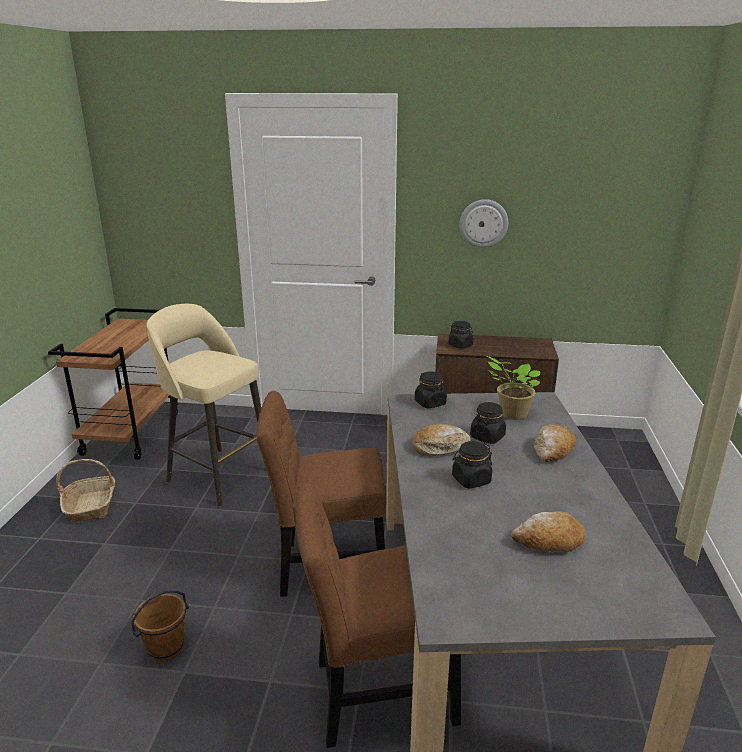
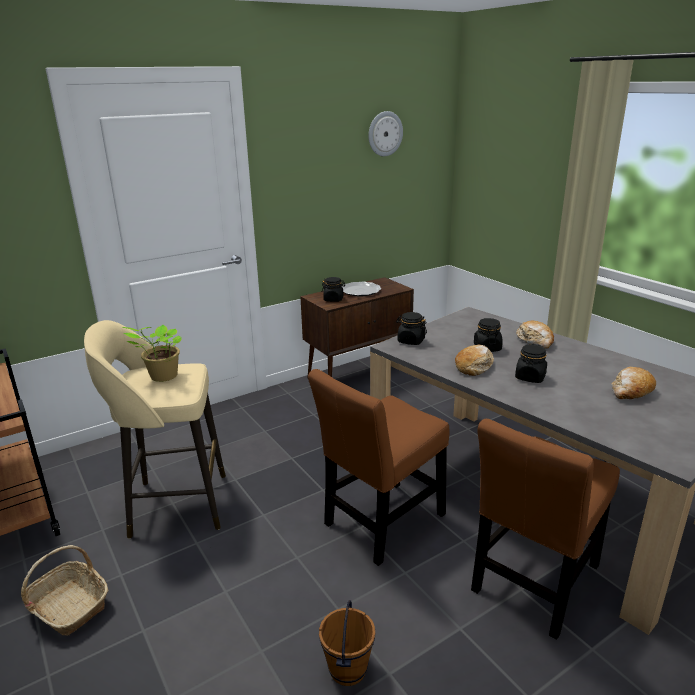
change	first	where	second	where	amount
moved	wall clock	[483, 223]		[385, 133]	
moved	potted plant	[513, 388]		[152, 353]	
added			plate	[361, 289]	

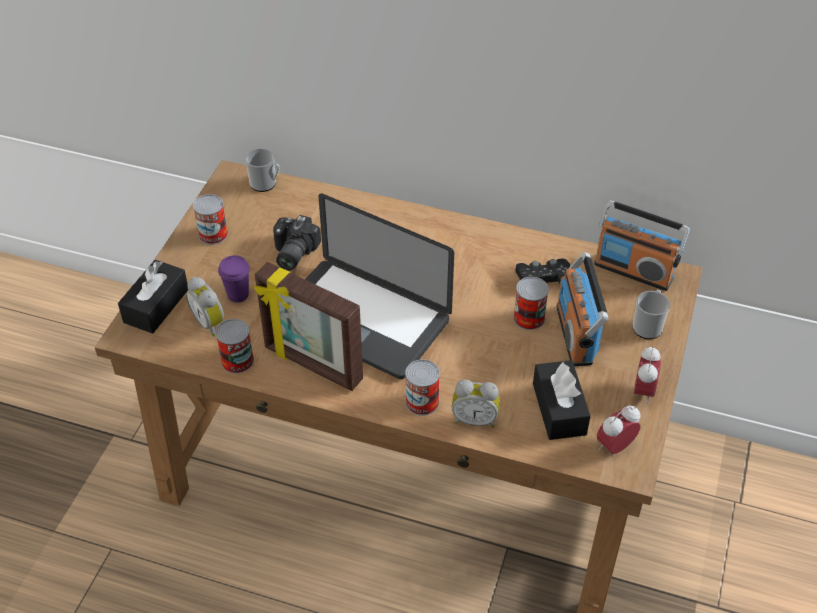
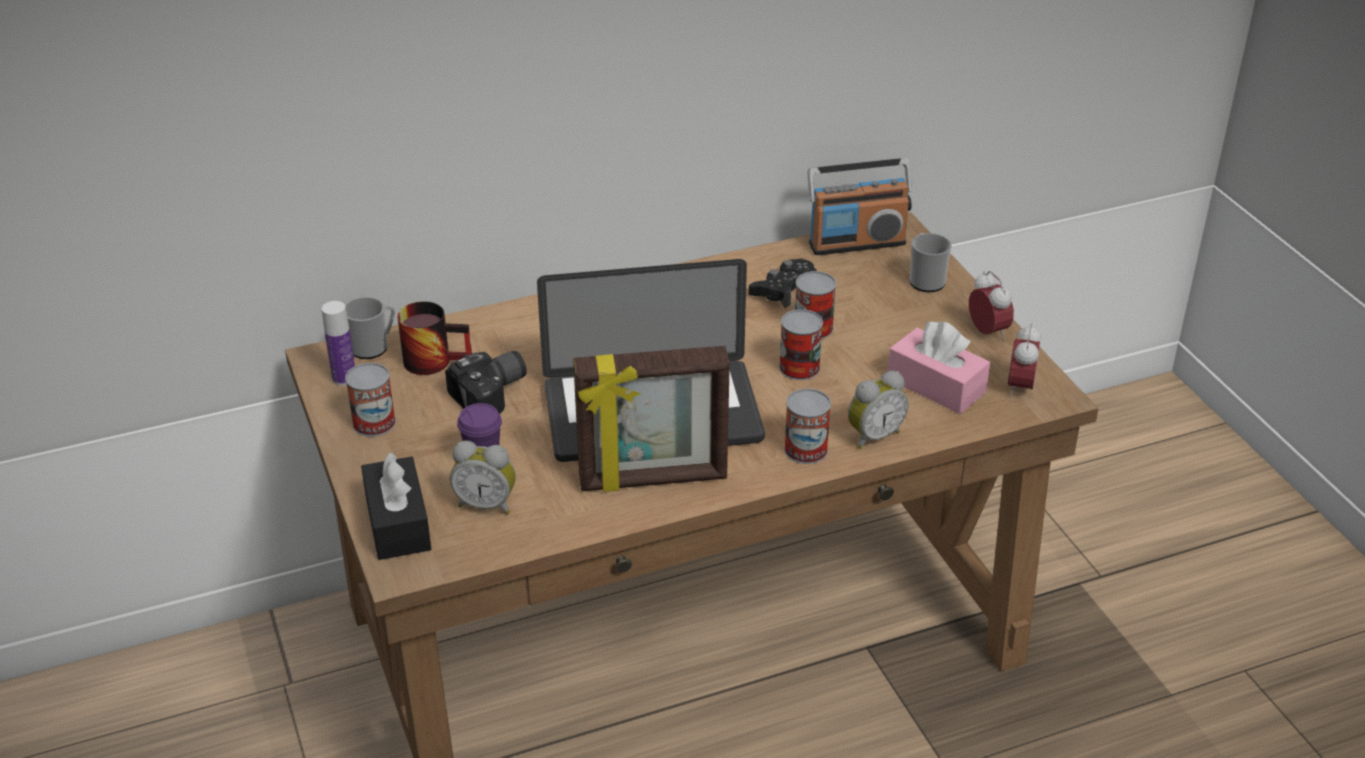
change	first	where	second	where	amount
turned	photo camera	[297, 243]		[486, 382]	105 degrees counterclockwise
removed	radio	[582, 309]			
moved	can	[235, 346]		[801, 344]	
recoloured	black tissue box	[562, 400]	pink tissue box	[939, 367]	
added			bottle	[338, 343]	
added			mug	[435, 338]	

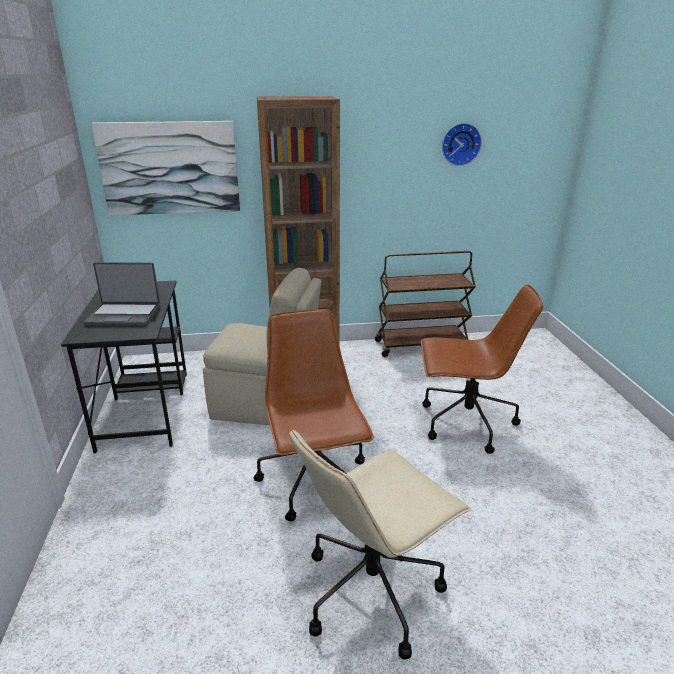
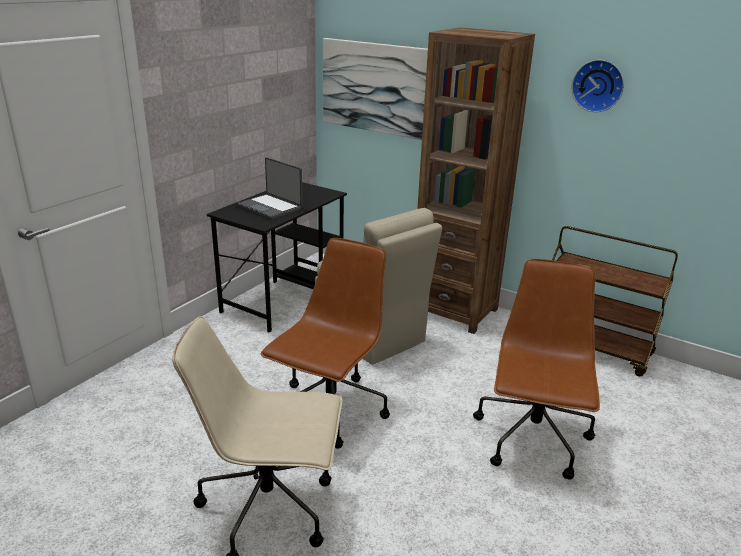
change	first	where	second	where	amount
moved	wall clock	[462, 144]		[598, 86]	
turned	brown office chair	[482, 369]		[536, 369]	120 degrees counterclockwise

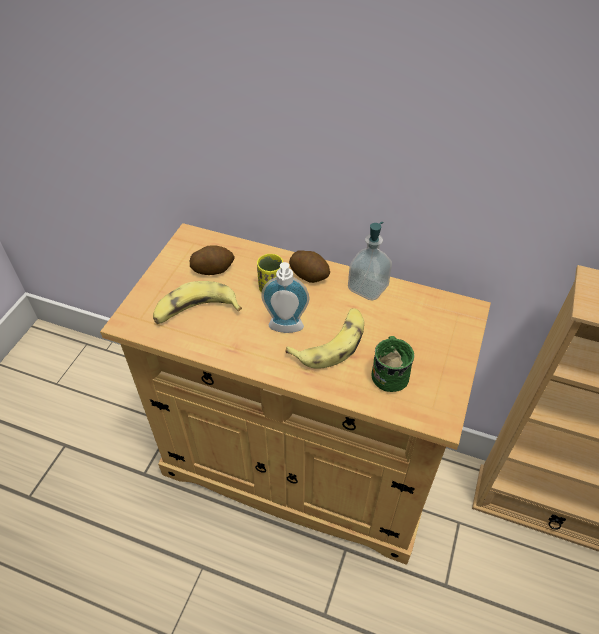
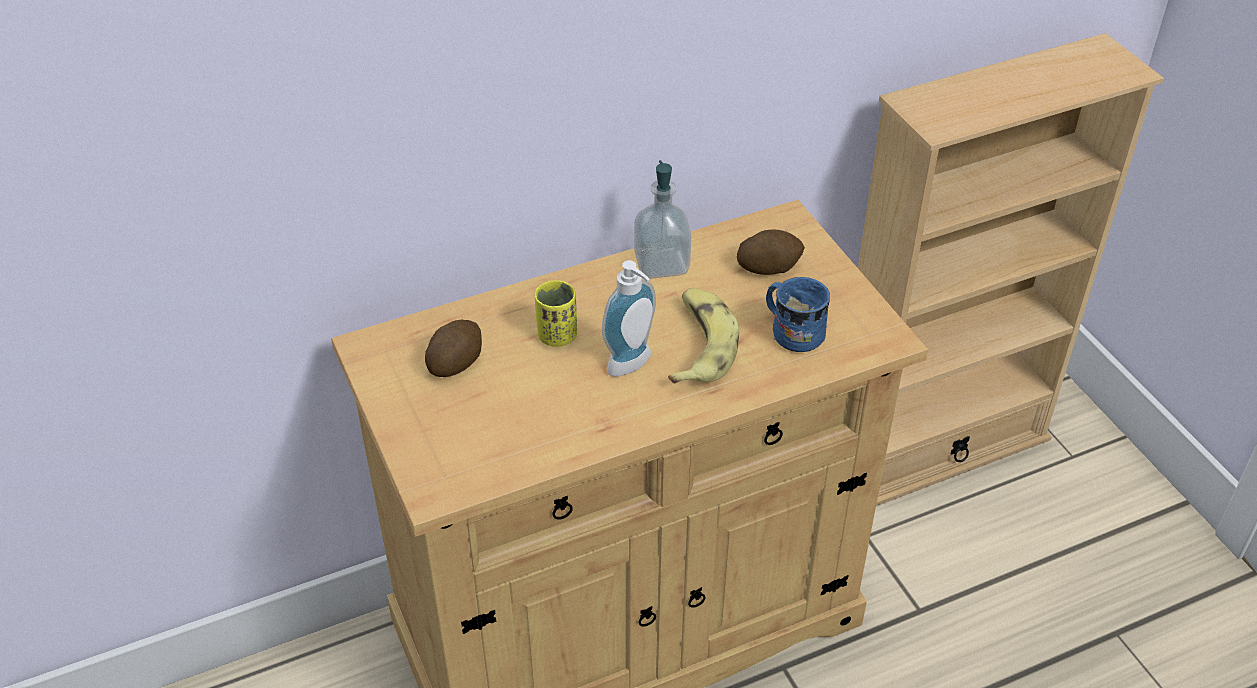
change	first	where	second	where	amount
moved	potato	[309, 266]		[771, 252]	
removed	banana	[197, 302]			
recoloured	green mug	[393, 364]	blue mug	[798, 314]	

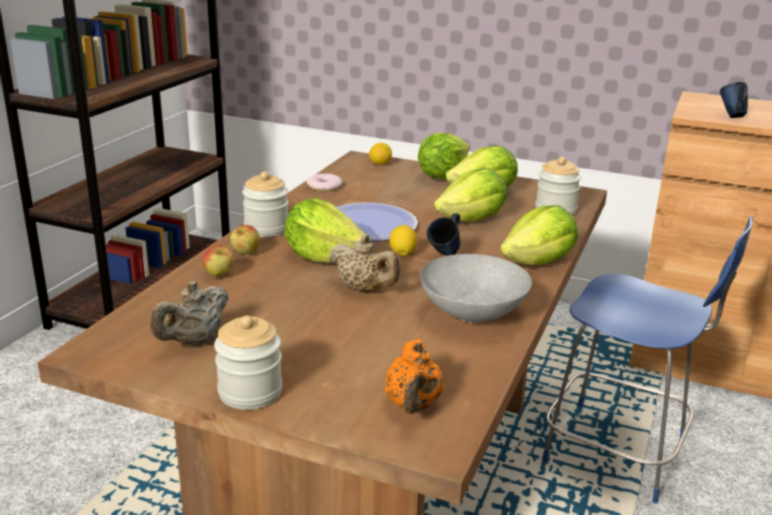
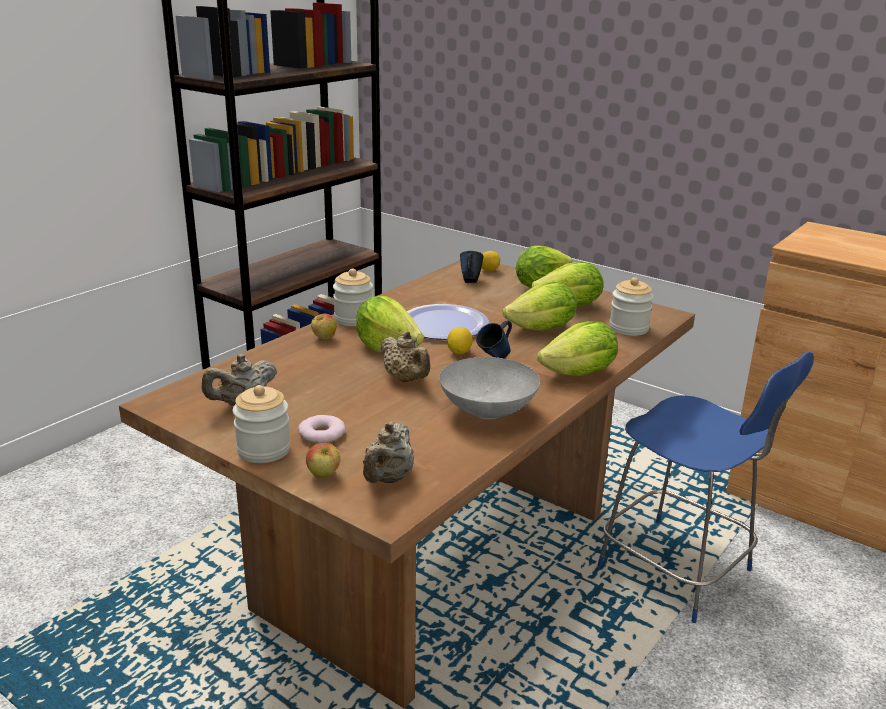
change	first	where	second	where	amount
moved	blue mug	[734, 100]		[471, 267]	
moved	donut	[324, 183]		[321, 429]	
moved	apple	[218, 261]		[323, 460]	
recoloured	orange teapot	[414, 376]	beige teapot	[388, 452]	

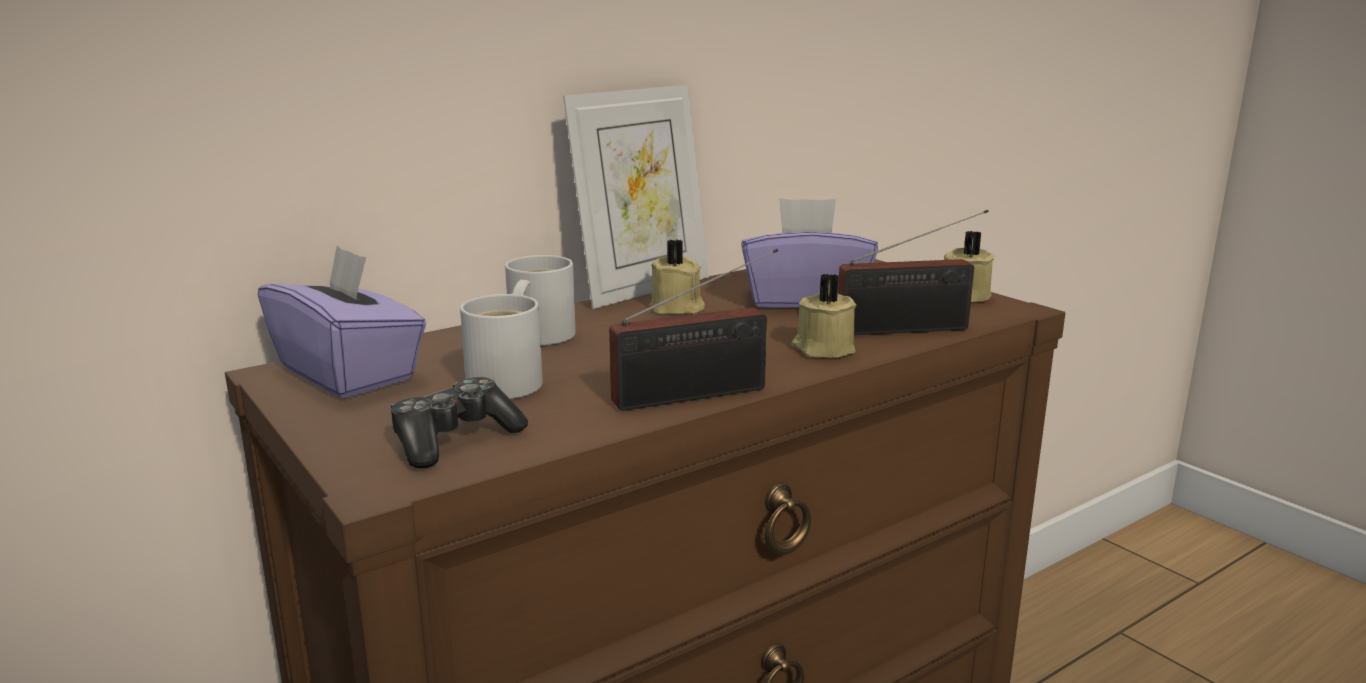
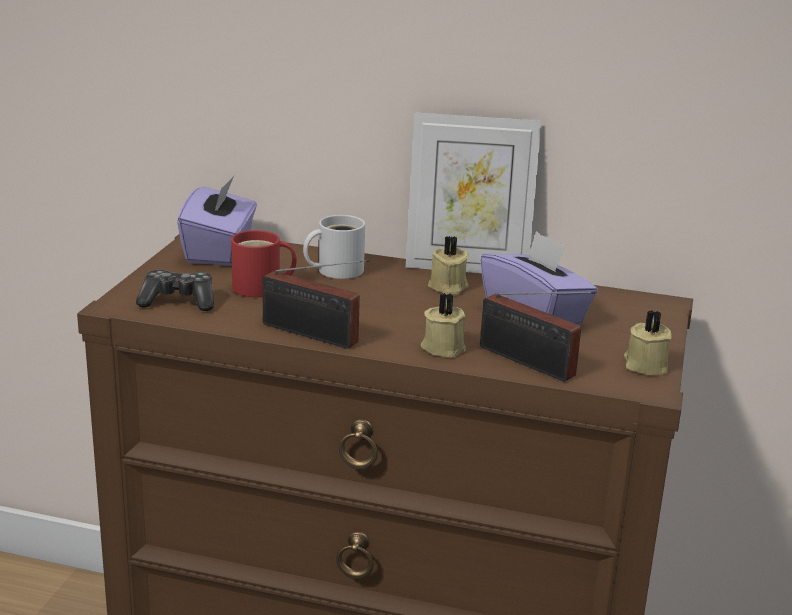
change	first	where	second	where	amount
recoloured	white mug	[501, 346]	red mug	[264, 263]	

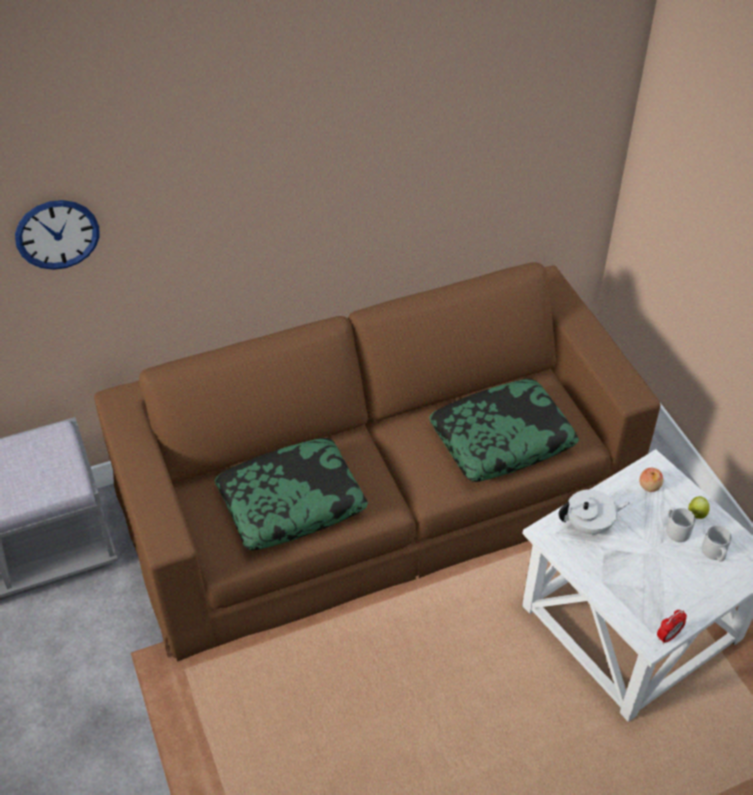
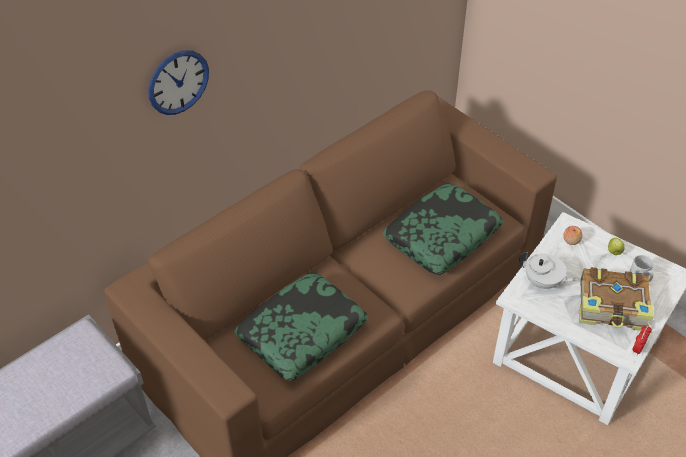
change	first	where	second	where	amount
moved	wall clock	[57, 235]		[178, 82]	
turned	white teapot	[594, 512]		[547, 270]	60 degrees clockwise
removed	grey mug	[680, 524]			
added			book	[616, 299]	

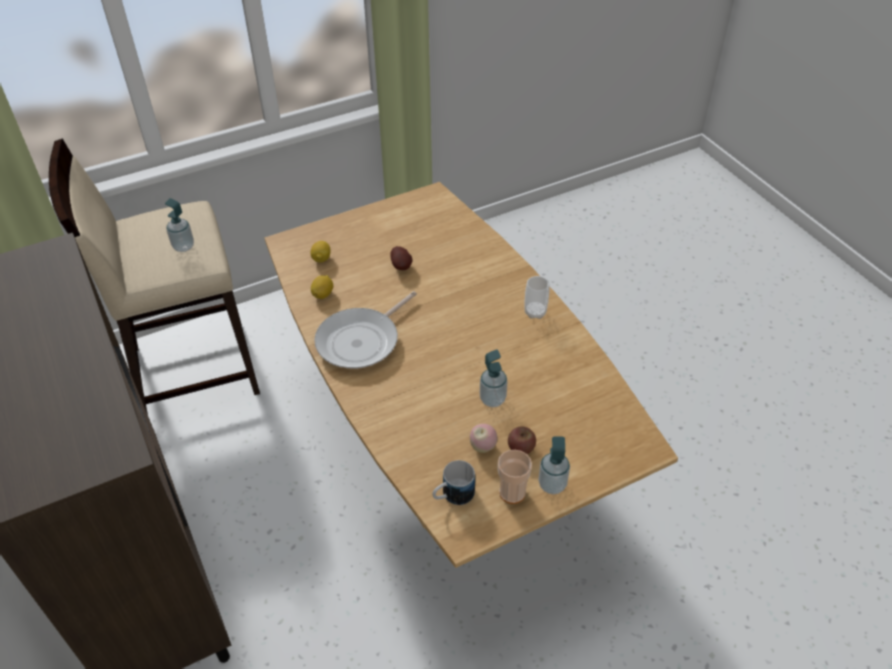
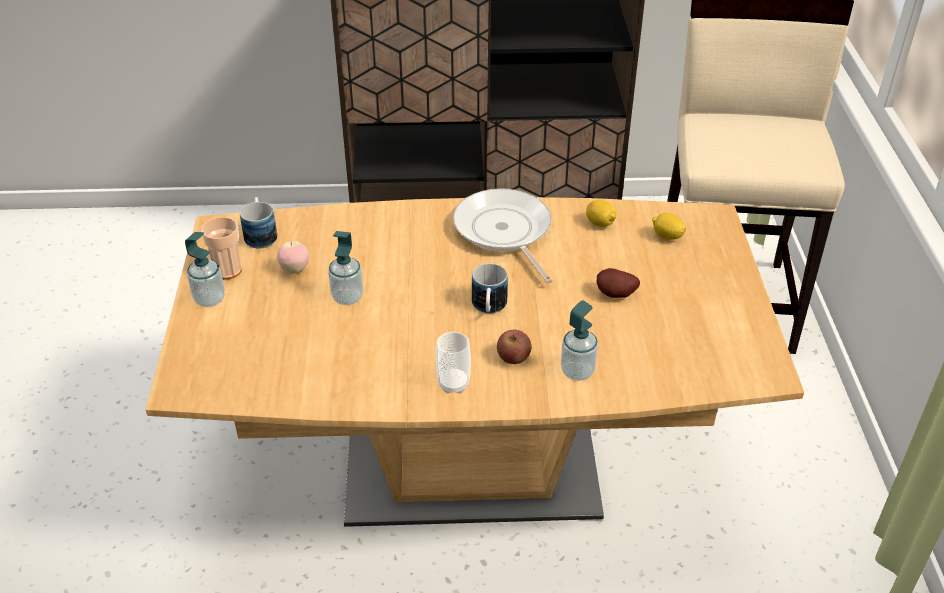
change	first	where	second	where	amount
moved	soap dispenser	[179, 225]		[579, 340]	
moved	apple	[522, 440]		[514, 347]	
added			mug	[490, 288]	

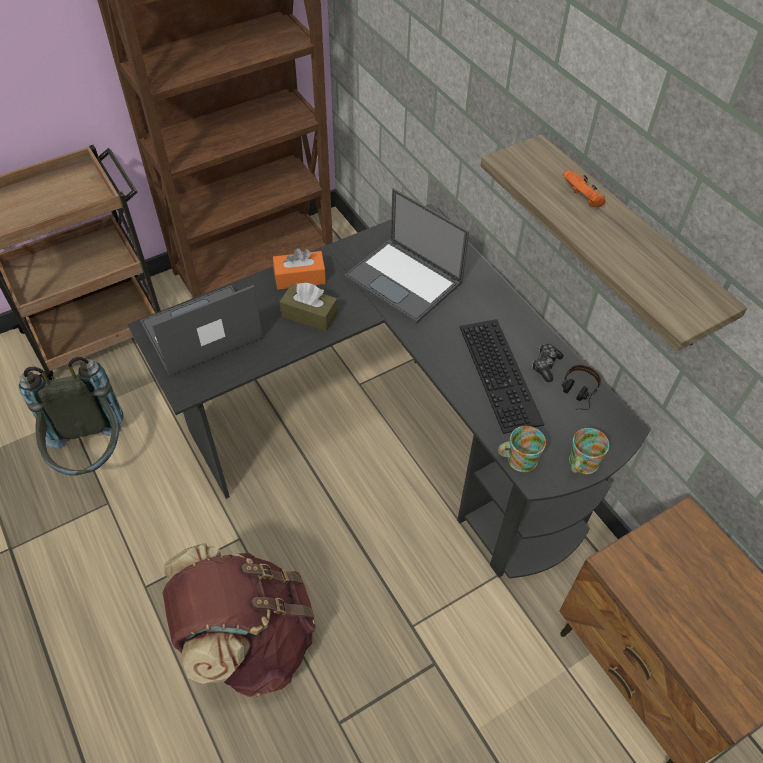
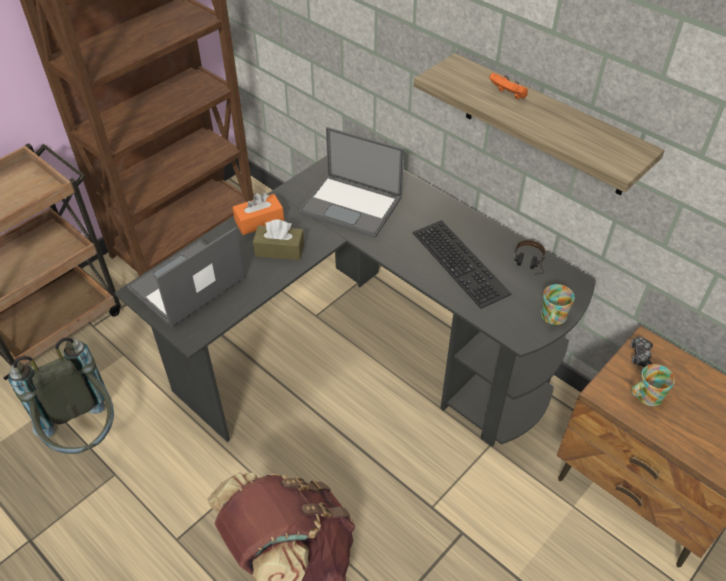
change	first	where	second	where	amount
moved	game controller	[548, 363]		[642, 352]	
moved	mug	[522, 449]		[653, 385]	

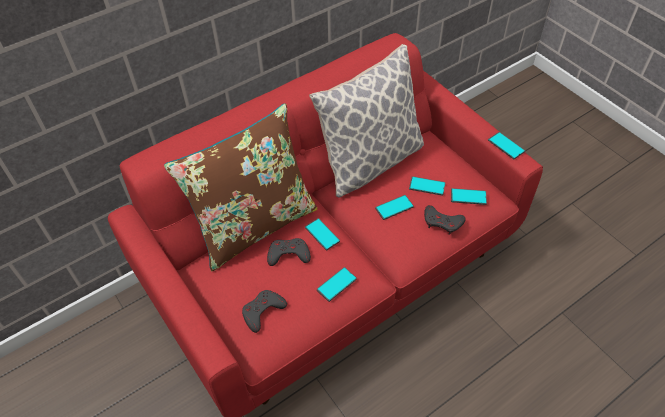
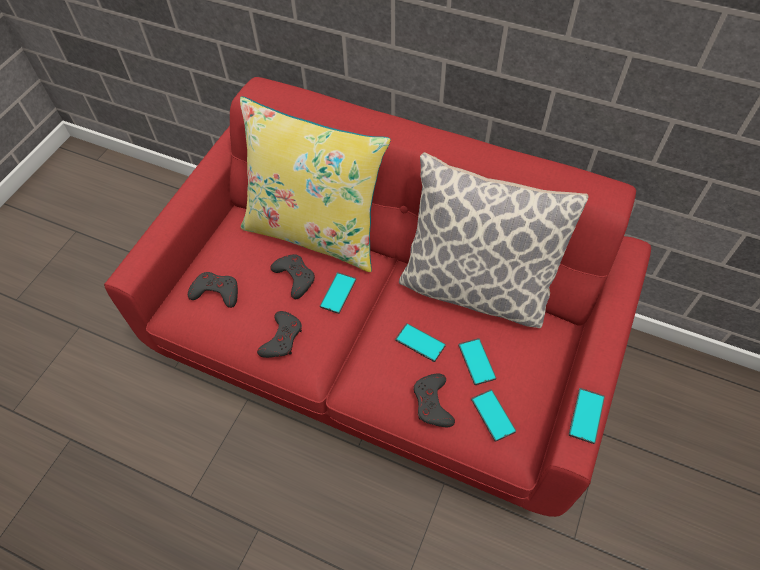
change	first	where	second	where	amount
recoloured	brown pillow	[241, 187]	yellow pillow	[315, 184]	
replaced	phone	[337, 284]	grey game controller	[279, 334]	

